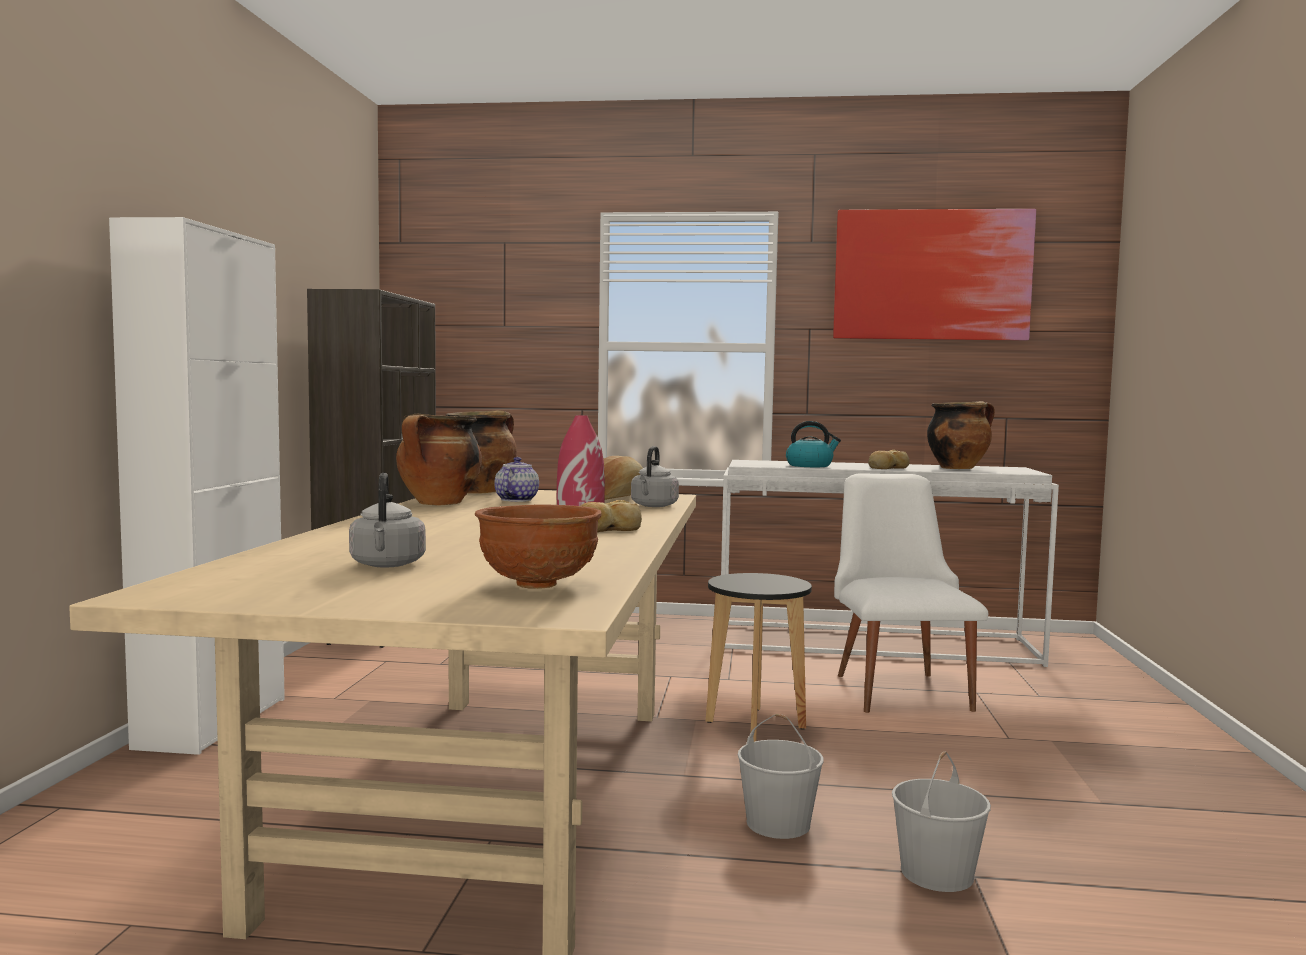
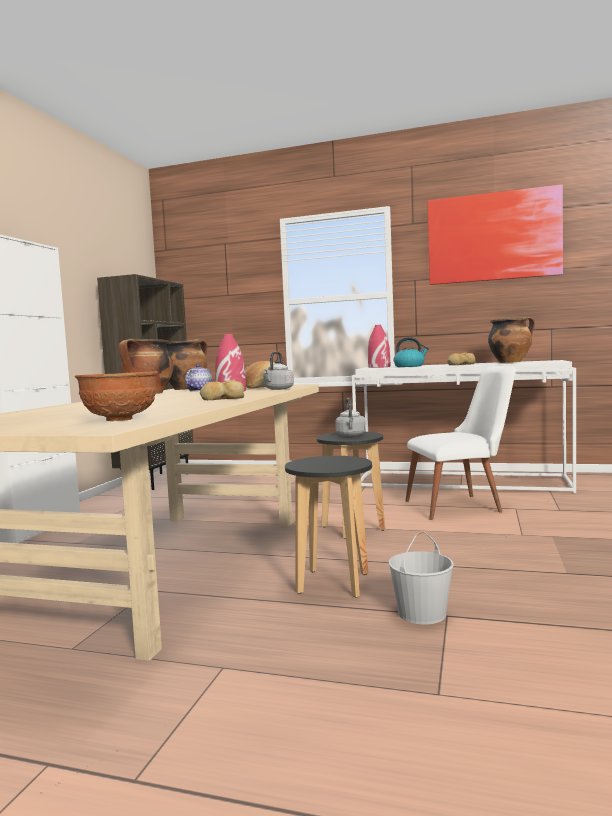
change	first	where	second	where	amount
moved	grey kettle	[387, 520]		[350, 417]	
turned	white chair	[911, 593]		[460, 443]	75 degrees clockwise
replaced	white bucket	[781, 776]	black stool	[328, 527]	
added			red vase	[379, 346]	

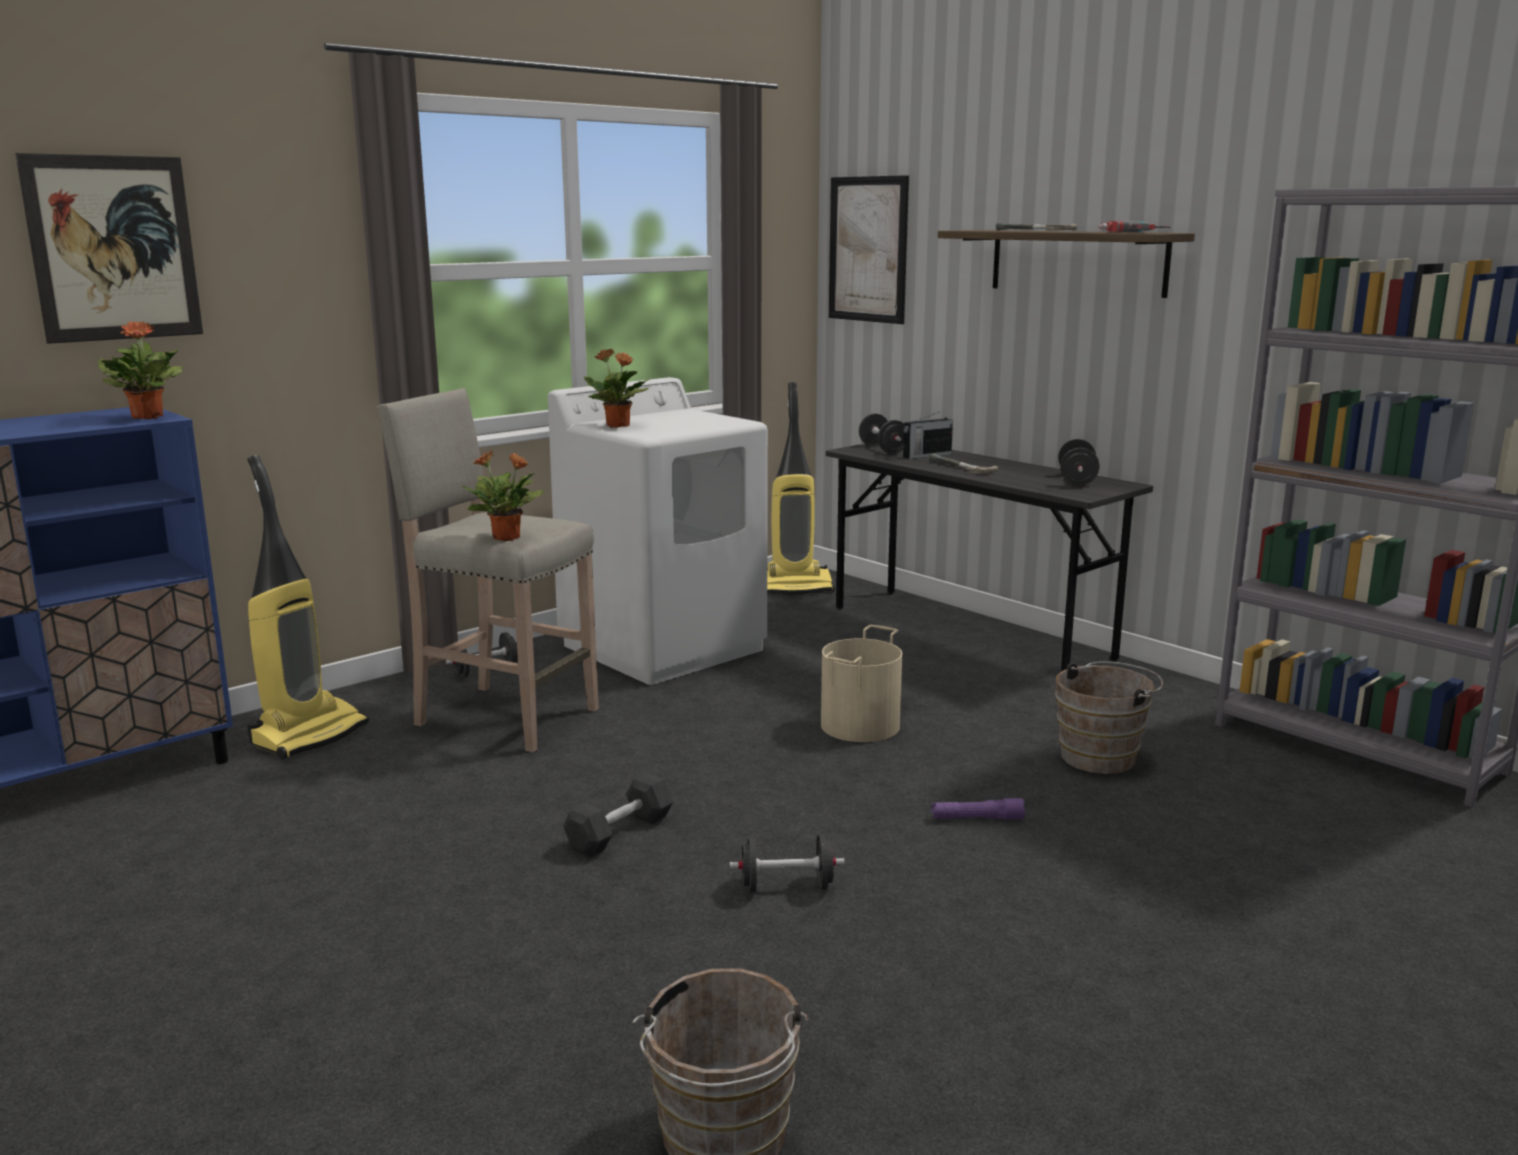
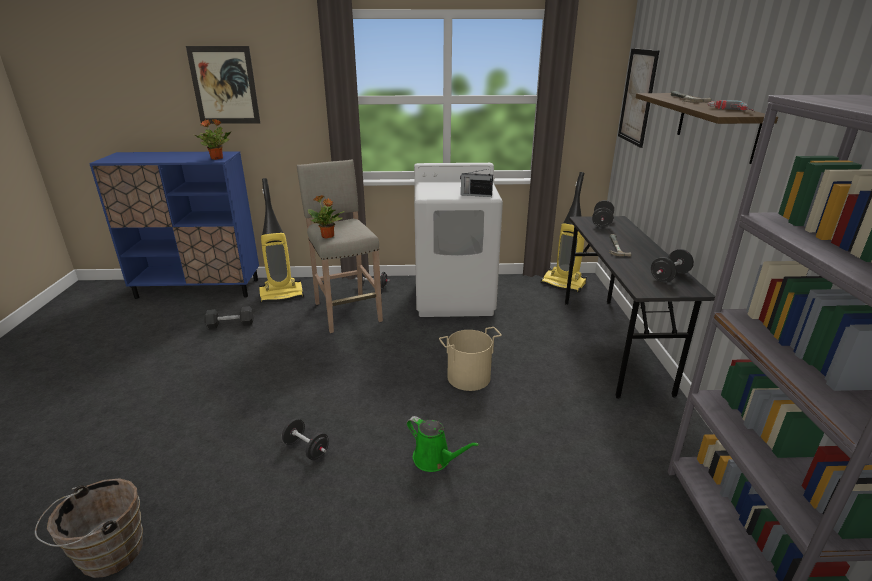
change	first	where	second	where	amount
removed	potted plant	[616, 388]			
moved	radio	[928, 435]		[476, 183]	
removed	brown bucket	[1109, 717]			
moved	black dumbbell	[618, 815]		[229, 317]	
replaced	purple flashlight	[978, 809]	green watering can	[443, 444]	

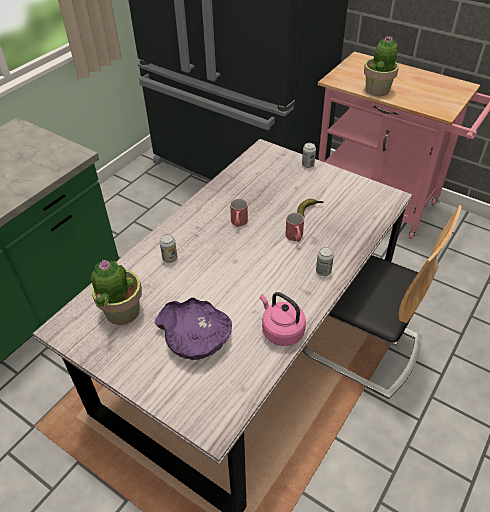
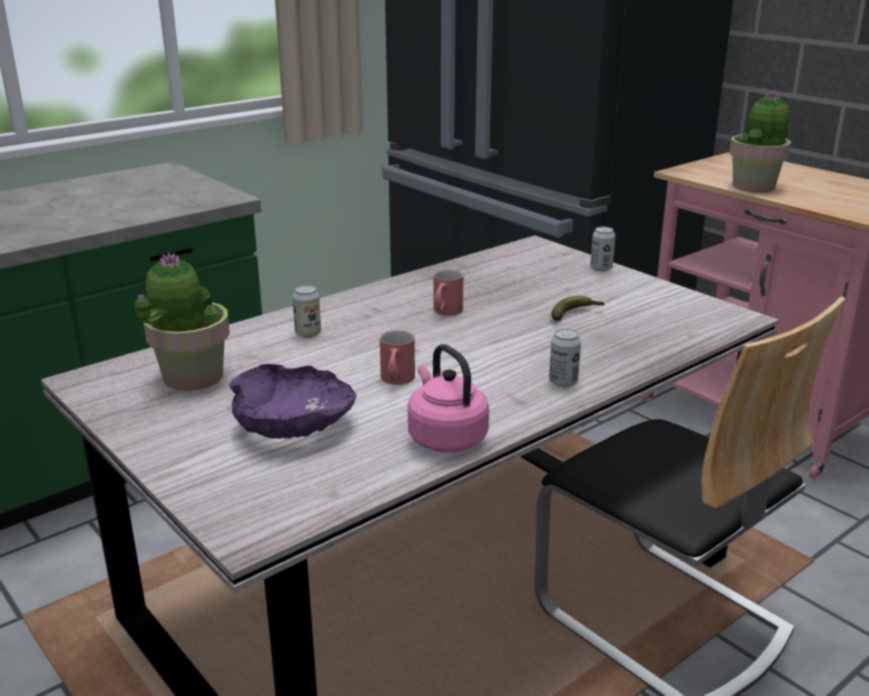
change	first	where	second	where	amount
moved	red mug	[294, 227]		[397, 357]	

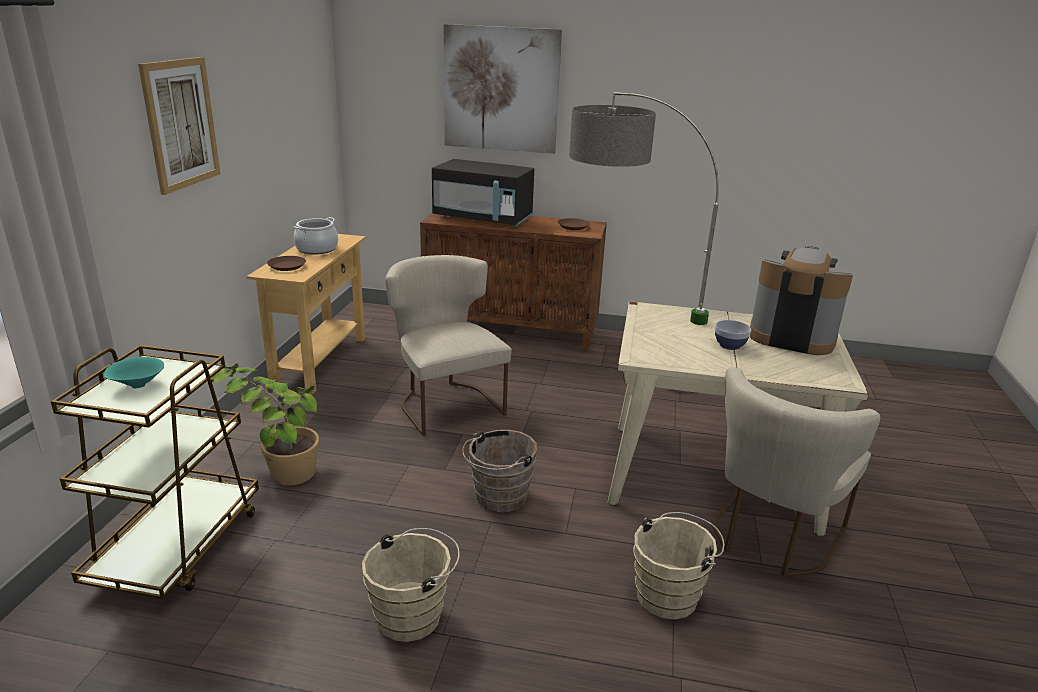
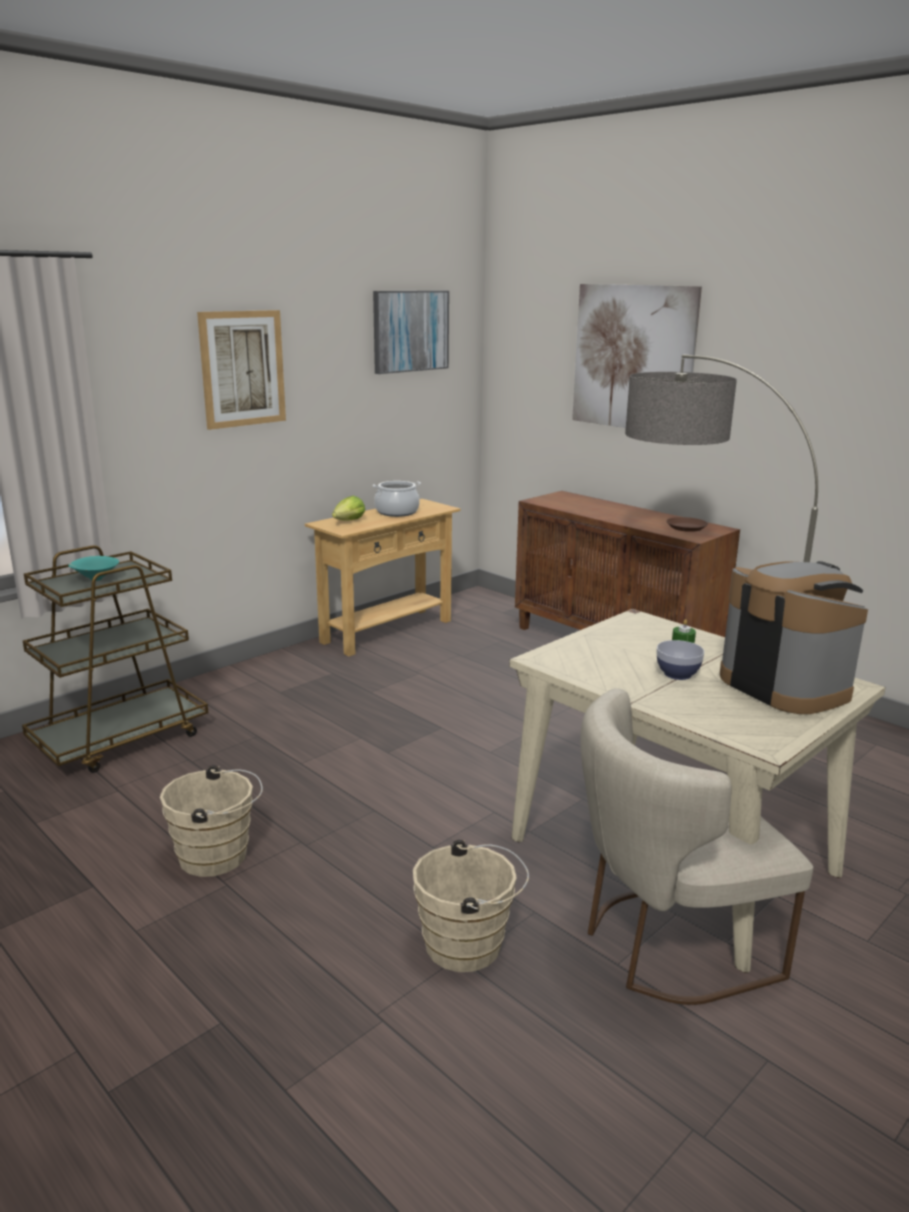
change	first	where	second	where	amount
removed	black microwave	[483, 193]			
removed	beige chair	[448, 345]			
replaced	brown plate	[286, 263]	lettuce	[348, 508]	
removed	potted plant	[265, 424]			
removed	brown bucket	[499, 471]			
added			picture	[411, 332]	

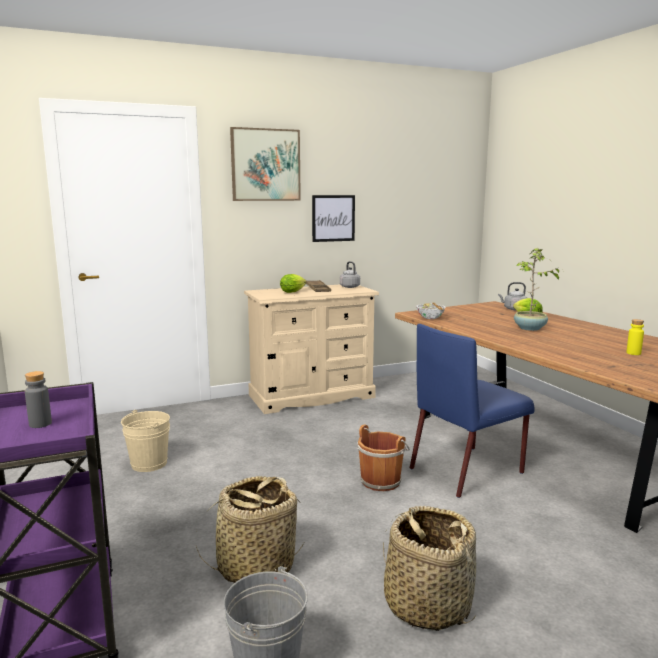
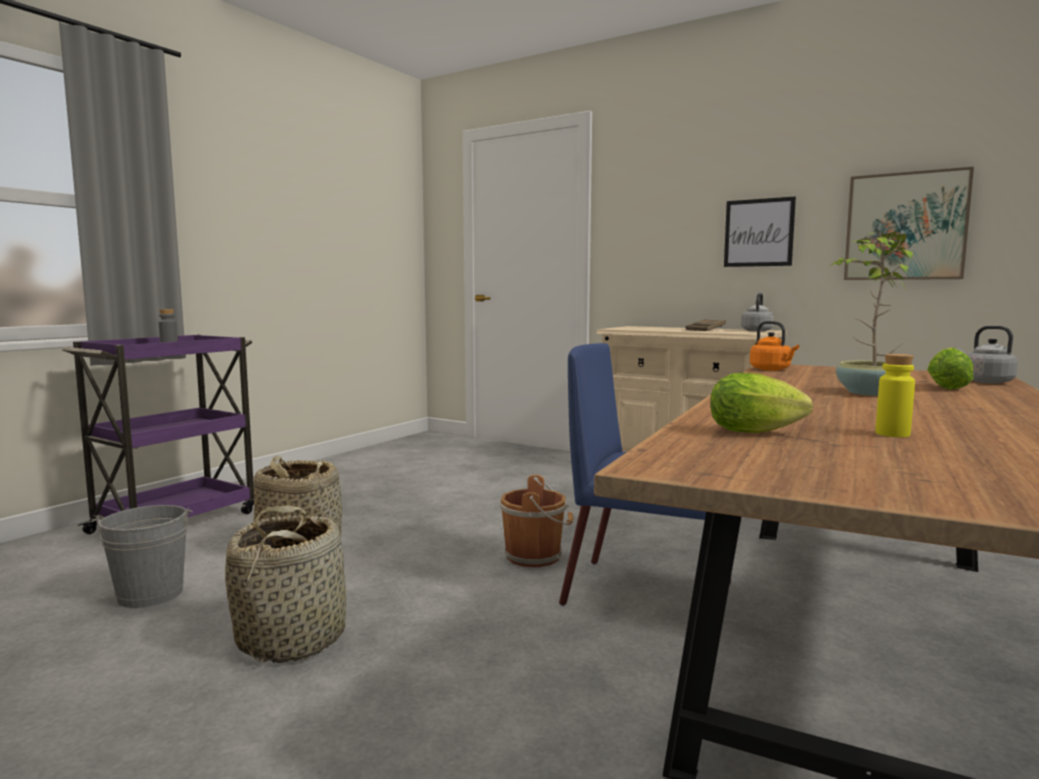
change	first	where	second	where	amount
moved	picture	[265, 164]		[909, 223]	
moved	lettuce	[293, 283]		[761, 403]	
replaced	bowl	[431, 310]	orange kettle	[774, 346]	
removed	beige bucket	[145, 441]			

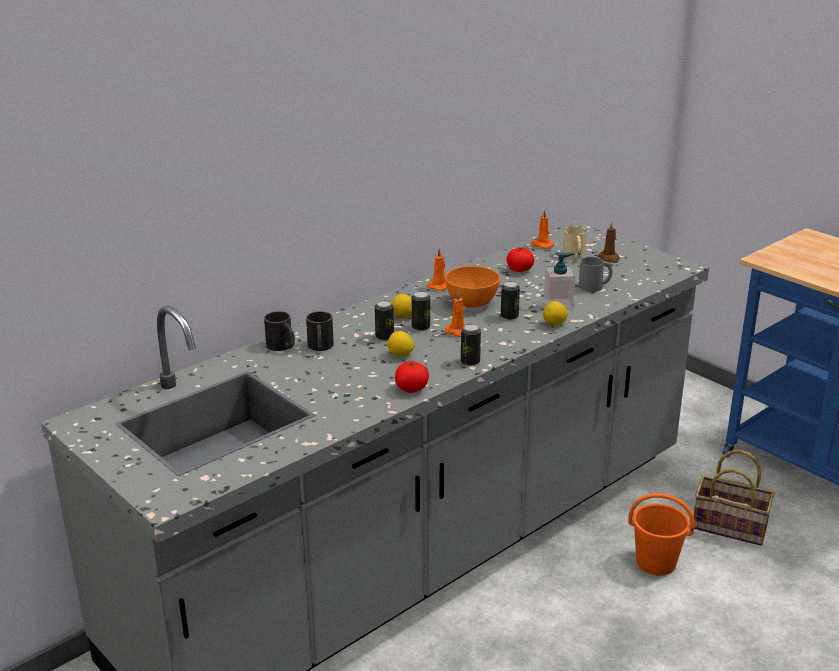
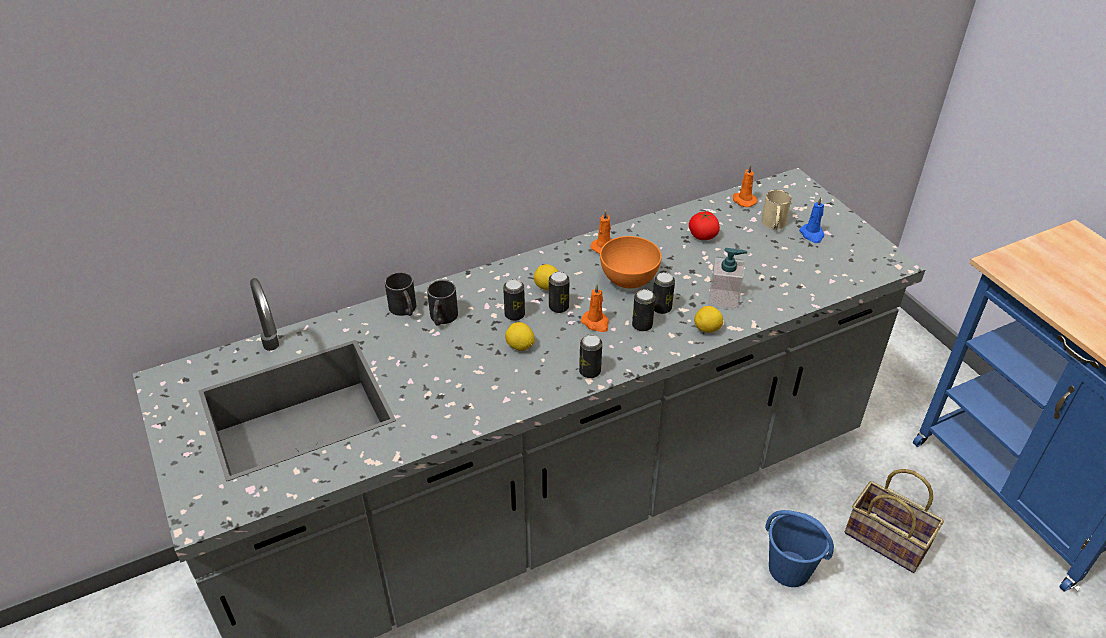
change	first	where	second	where	amount
recoloured	brown candle	[609, 242]	blue candle	[811, 220]	
removed	grey mug	[595, 274]			
removed	tomato	[412, 377]			
recoloured	orange bucket	[661, 534]	blue bucket	[799, 548]	
added			can	[643, 310]	

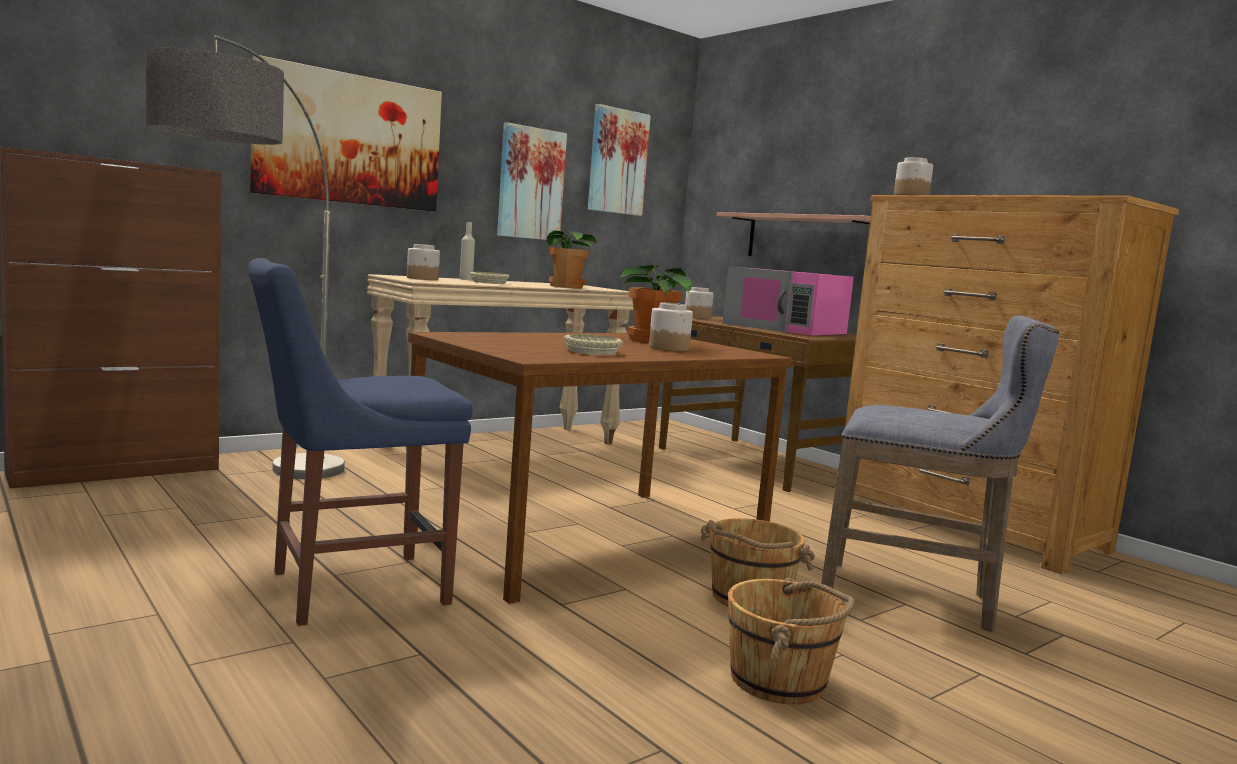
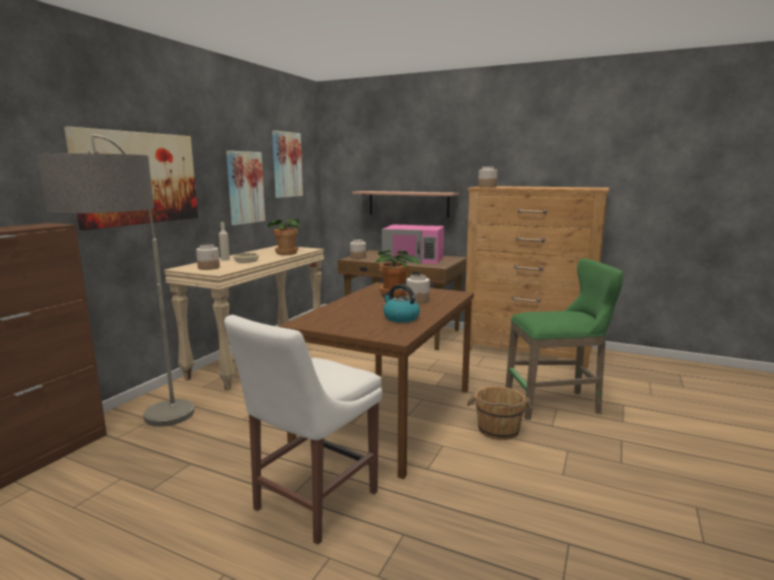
change	first	where	second	where	amount
recoloured	blue chair	[360, 442]	white chair	[303, 430]	
recoloured	grey stool	[940, 473]	green stool	[564, 339]	
replaced	beige bowl	[593, 344]	kettle	[401, 303]	
removed	brown bucket	[791, 641]			

